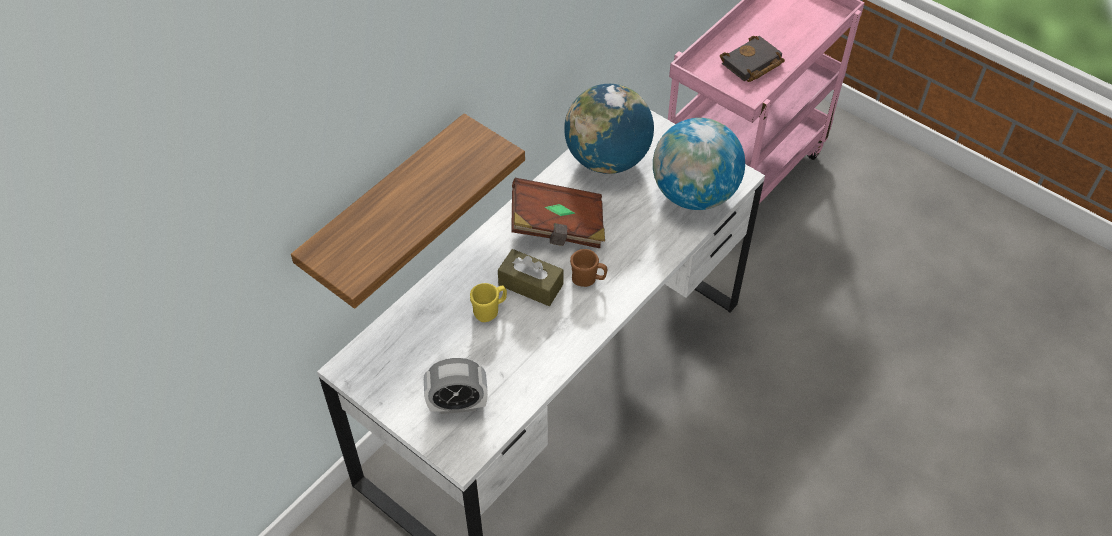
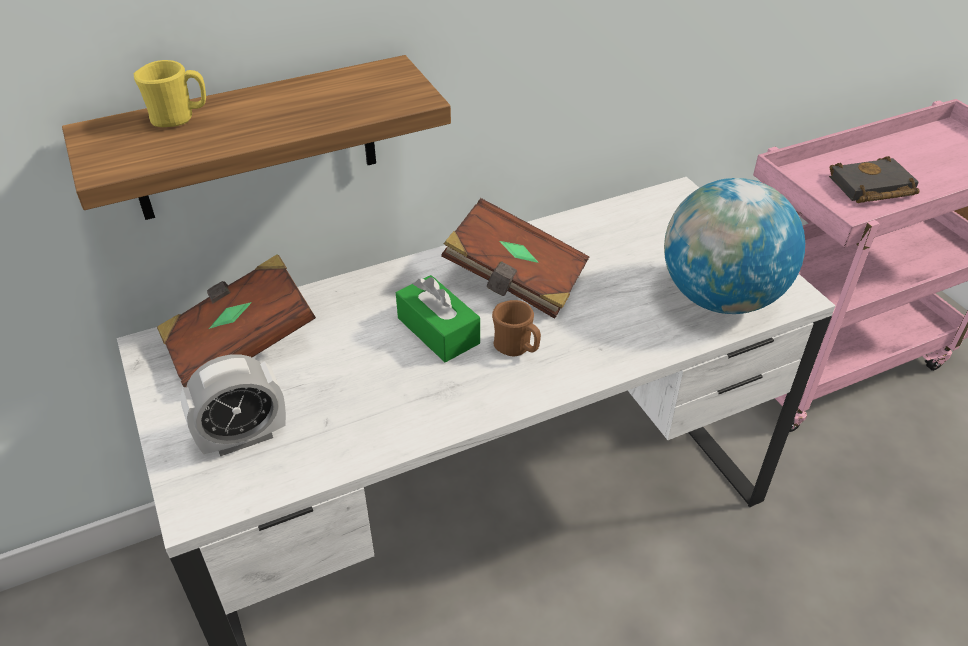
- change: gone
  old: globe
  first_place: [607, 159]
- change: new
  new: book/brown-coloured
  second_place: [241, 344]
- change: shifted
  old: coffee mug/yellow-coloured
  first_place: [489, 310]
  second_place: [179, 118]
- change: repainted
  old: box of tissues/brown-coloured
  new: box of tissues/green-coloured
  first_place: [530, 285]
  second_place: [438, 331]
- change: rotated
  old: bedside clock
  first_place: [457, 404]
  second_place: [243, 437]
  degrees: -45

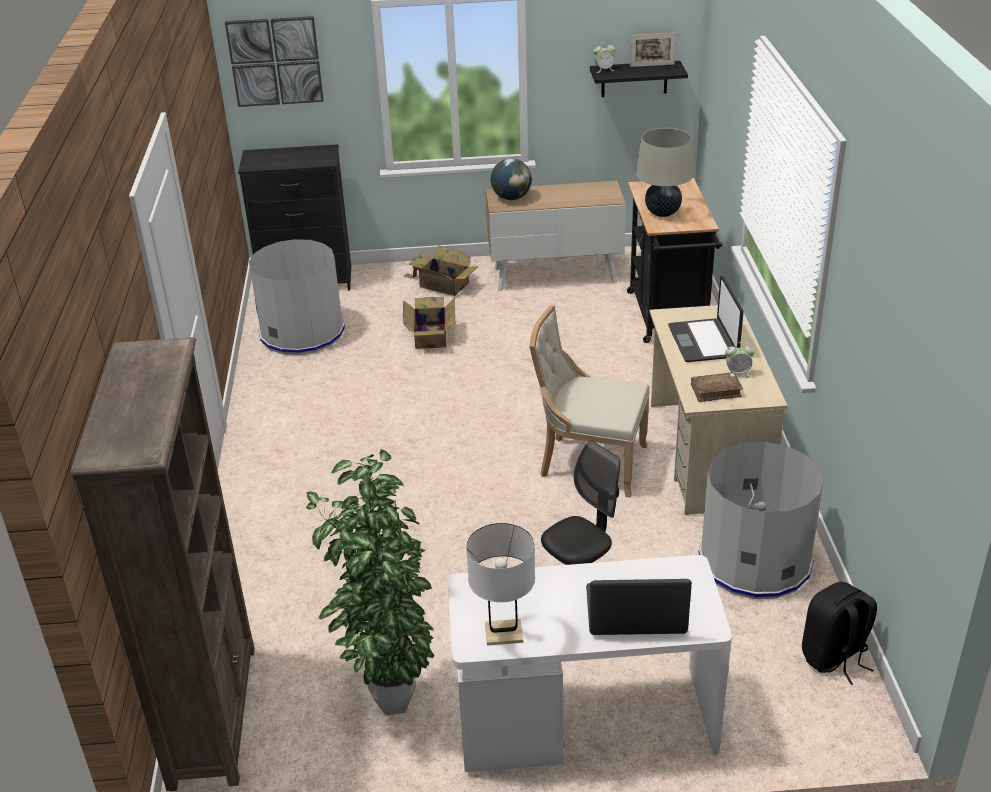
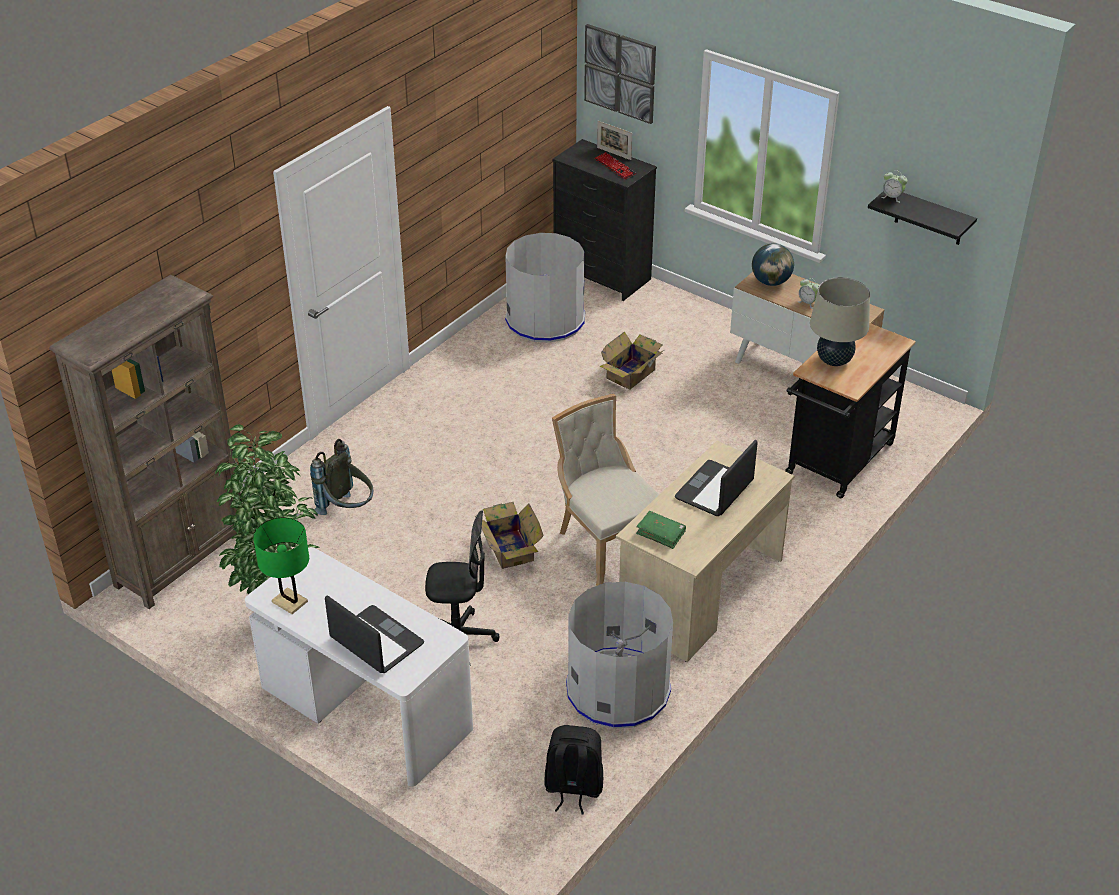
- change: new
  new: backpack/greyish
  second_place: [347, 510]
- change: new
  new: computer keyboard
  second_place: [615, 167]
- change: shifted
  old: carton
  first_place: [442, 284]
  second_place: [510, 547]
- change: shifted
  old: standing frame
  first_place: [652, 65]
  second_place: [614, 153]
- change: shifted
  old: bedside clock
  first_place: [737, 373]
  second_place: [808, 303]
- change: repainted
  old: tabletop lamp/white
  new: tabletop lamp/green-coloured
  first_place: [503, 633]
  second_place: [289, 602]
- change: repainted
  old: book/brown-coloured
  new: book/green-coloured
  first_place: [715, 392]
  second_place: [661, 533]

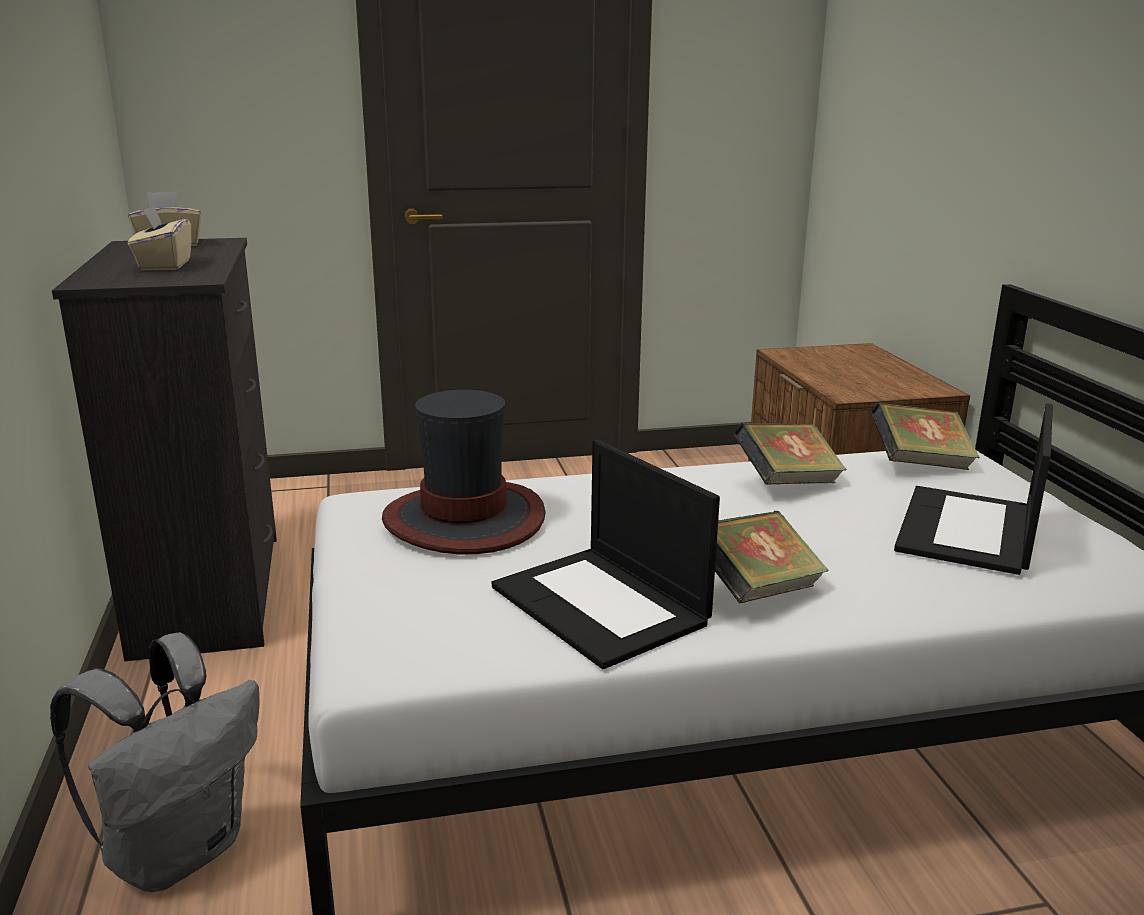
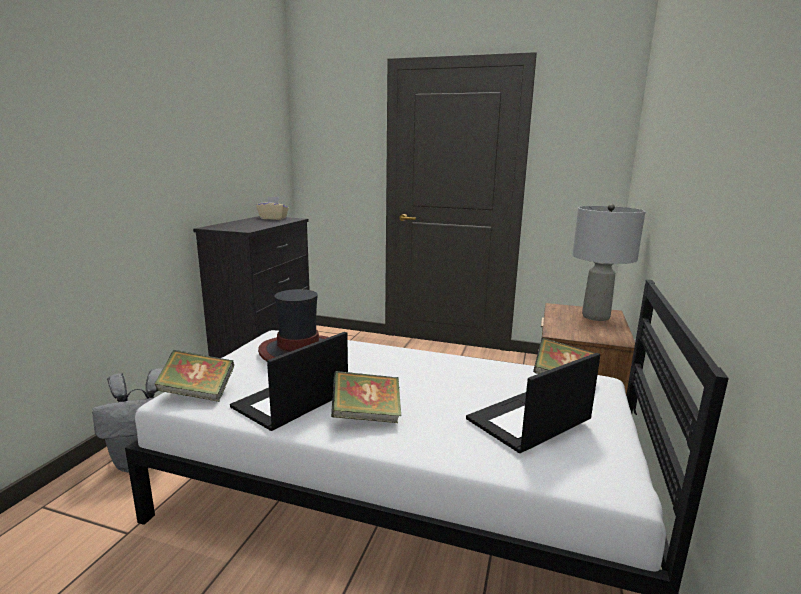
- change: gone
  old: box of tissues/sand-coloured
  first_place: [164, 265]
- change: new
  new: tabletop lamp/greyish
  second_place: [596, 317]
- change: shifted
  old: book
  first_place: [787, 483]
  second_place: [198, 393]
- change: rotated
  old: portable computer
  first_place: [602, 605]
  second_place: [291, 401]
  degrees: 45

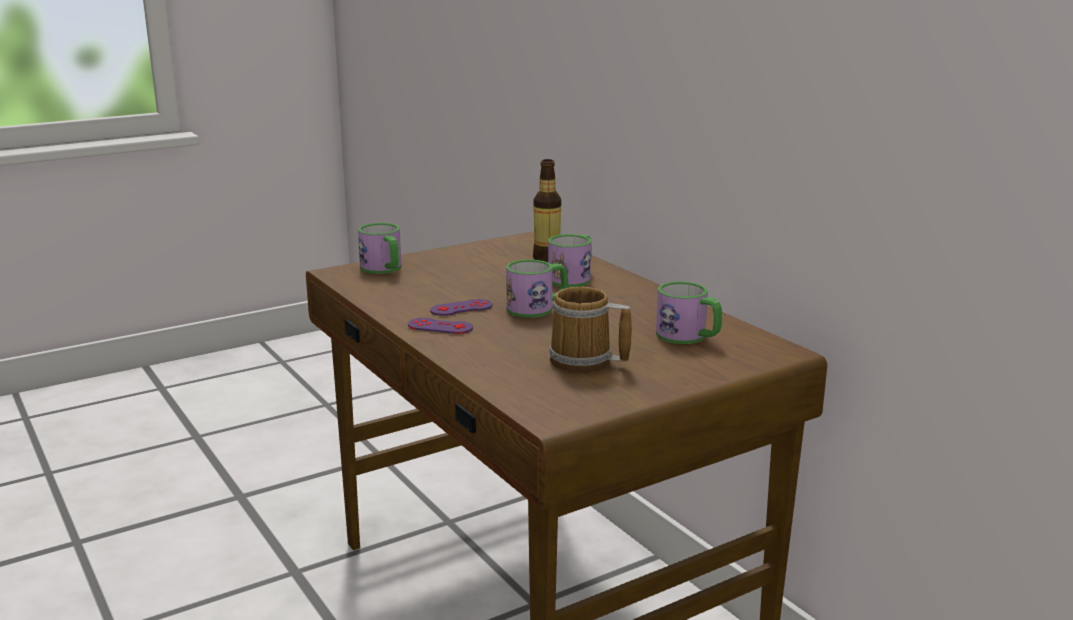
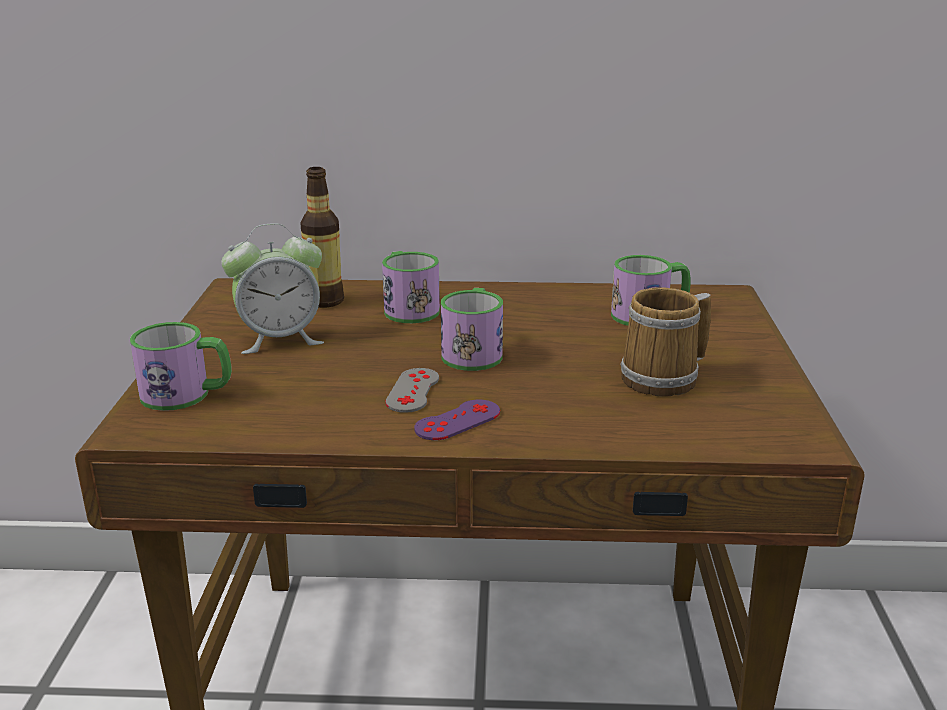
- change: new
  new: bedside clock
  second_place: [280, 339]
- change: repainted
  old: gamepad/purplish
  new: gamepad/greyish
  first_place: [461, 308]
  second_place: [413, 390]

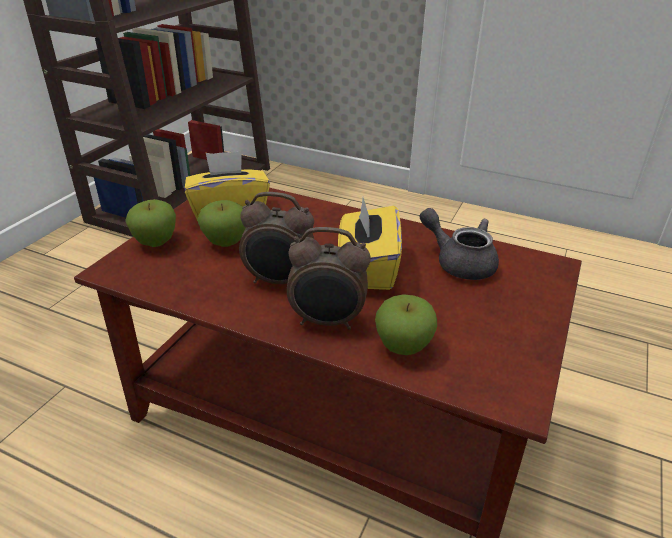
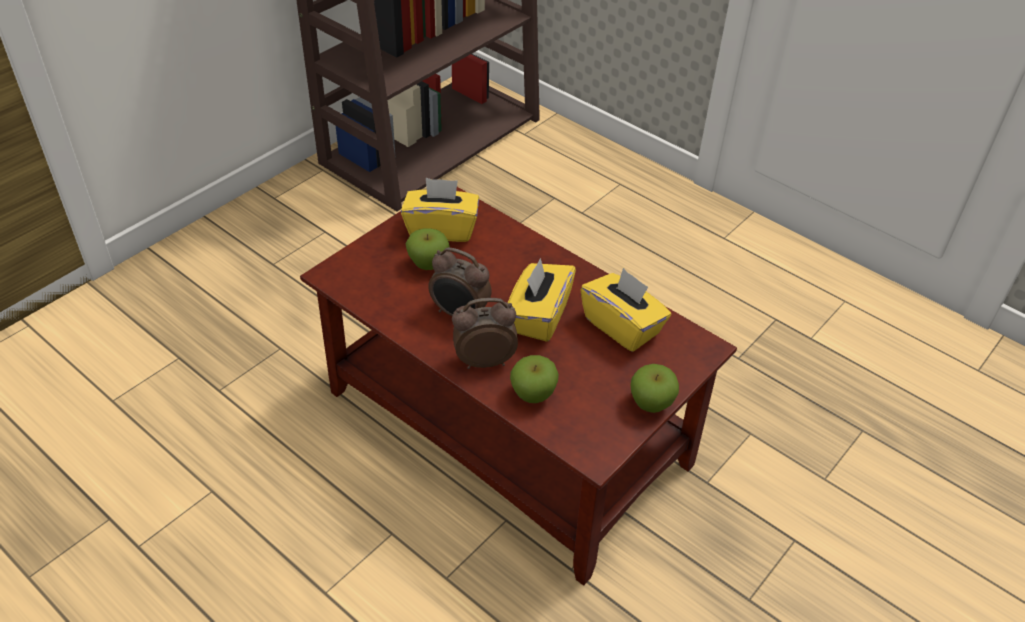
- change: shifted
  old: apple
  first_place: [155, 242]
  second_place: [651, 404]
- change: swapped
  old: tea pot/greyish
  new: box of tissues/yellow-coloured
  first_place: [459, 262]
  second_place: [622, 326]
- change: rotated
  old: bedside clock
  first_place: [327, 322]
  second_place: [484, 360]
  degrees: 150

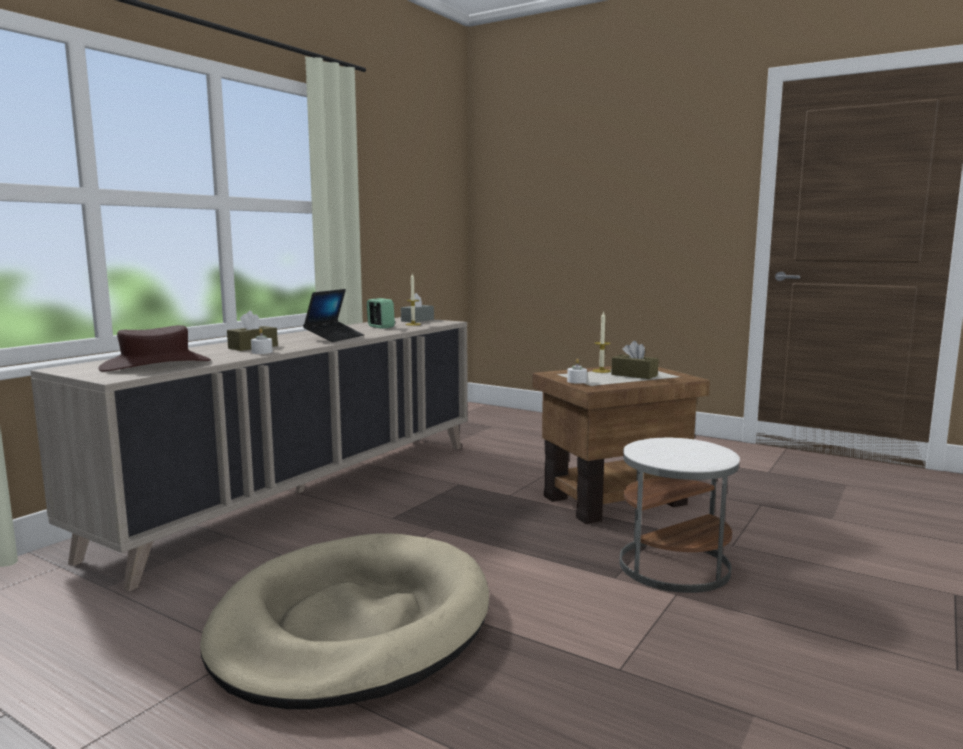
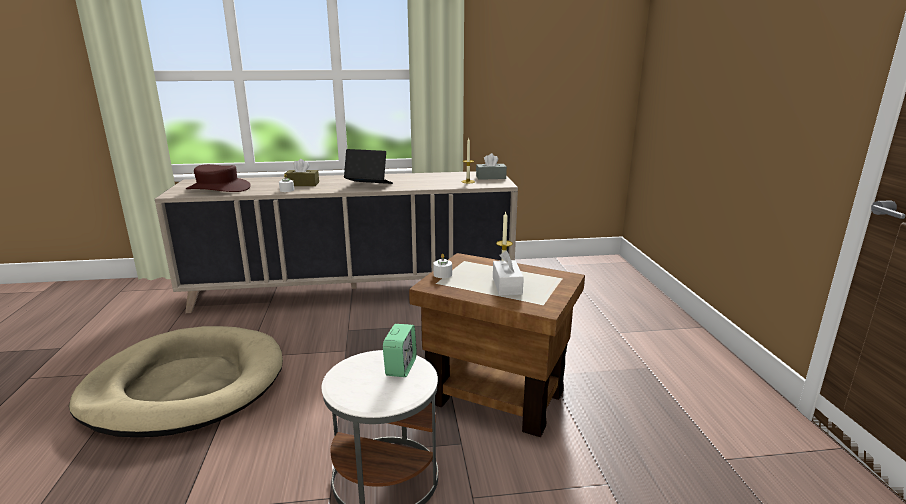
- change: shifted
  old: bedside clock
  first_place: [380, 327]
  second_place: [401, 367]
- change: repainted
  old: box of tissues/brown-coloured
  new: box of tissues/white
  first_place: [634, 375]
  second_place: [507, 286]
- change: rotated
  old: portable computer
  first_place: [334, 337]
  second_place: [369, 185]
  degrees: -150

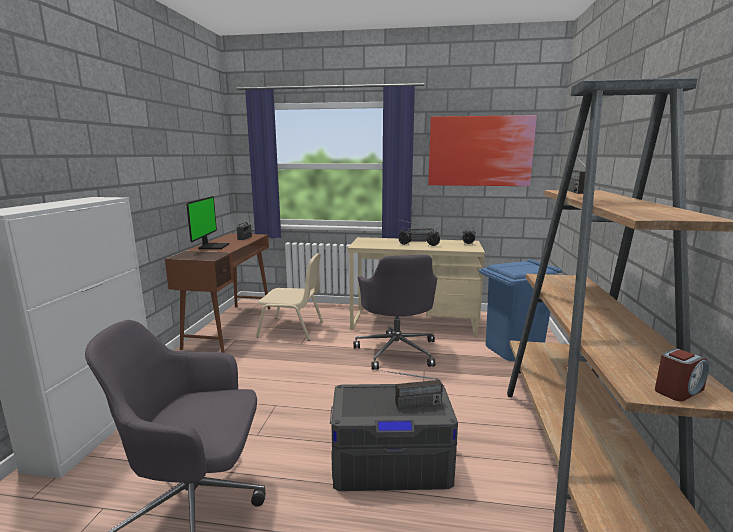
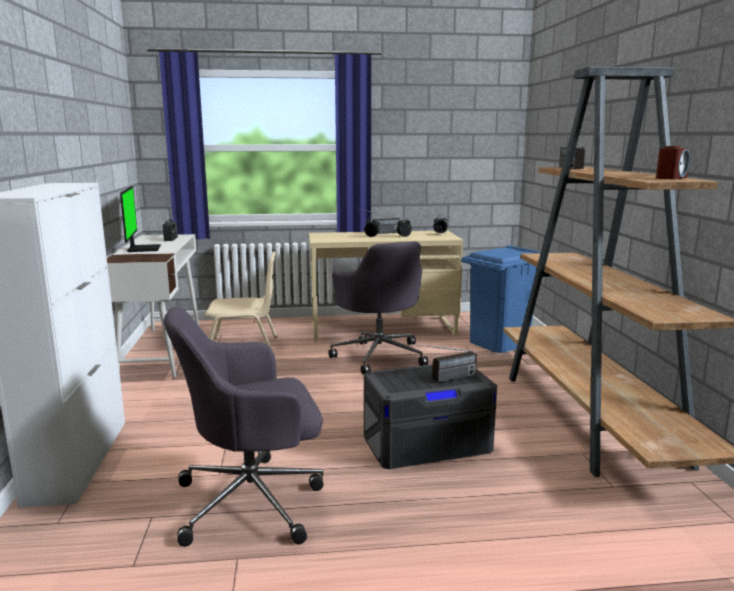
- change: gone
  old: wall picture
  first_place: [480, 151]
- change: shifted
  old: bedside clock
  first_place: [678, 390]
  second_place: [671, 178]
- change: repainted
  old: desk table/brown-coloured
  new: desk table/white
  first_place: [230, 326]
  second_place: [162, 351]

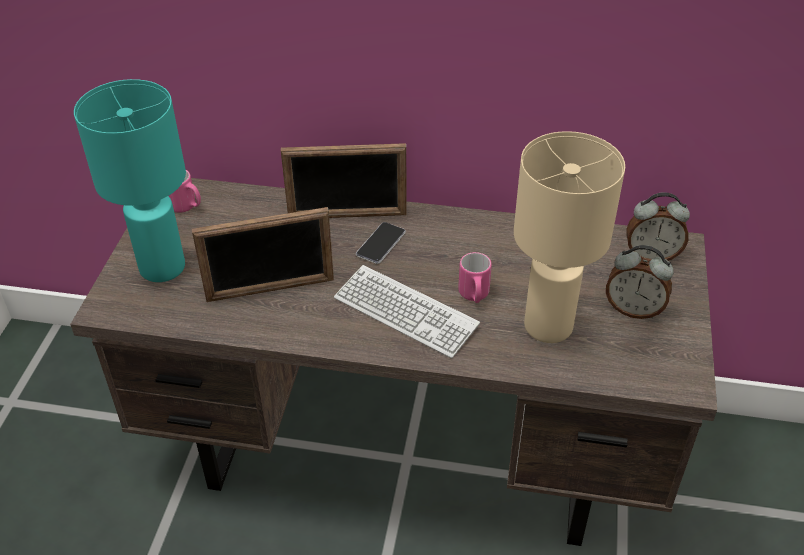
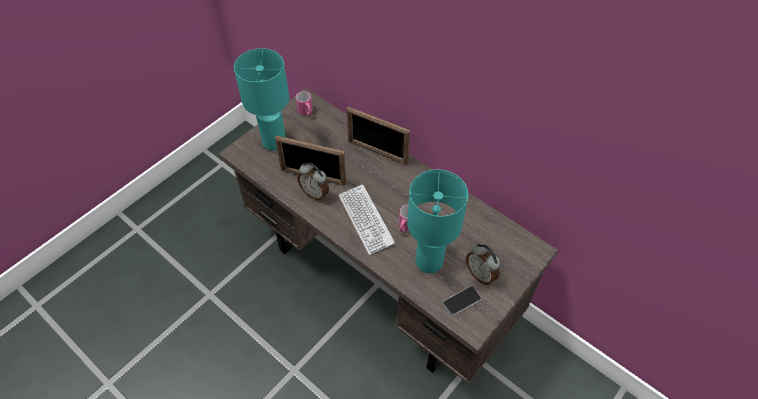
- change: shifted
  old: phone
  first_place: [380, 244]
  second_place: [462, 301]
- change: shifted
  old: bedside clock
  first_place: [651, 255]
  second_place: [315, 193]
- change: repainted
  old: tabletop lamp/sand-coloured
  new: tabletop lamp/turquoise
  first_place: [546, 326]
  second_place: [428, 261]

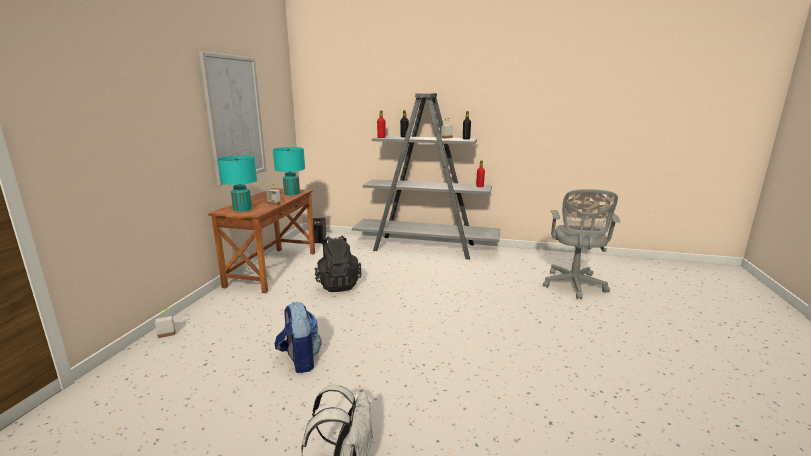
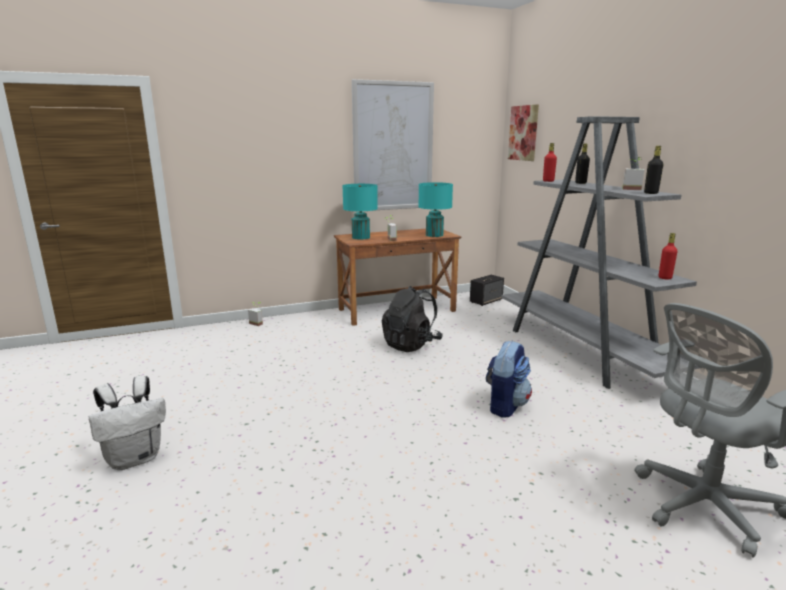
- change: new
  new: wall picture
  second_place: [523, 133]
- change: shifted
  old: backpack
  first_place: [300, 360]
  second_place: [505, 405]

